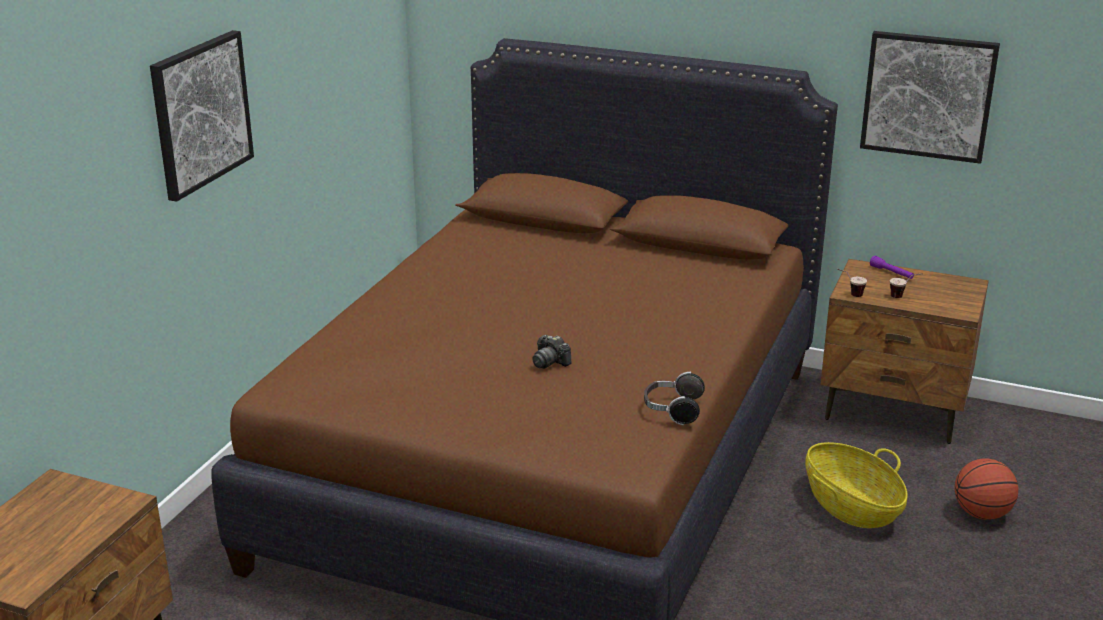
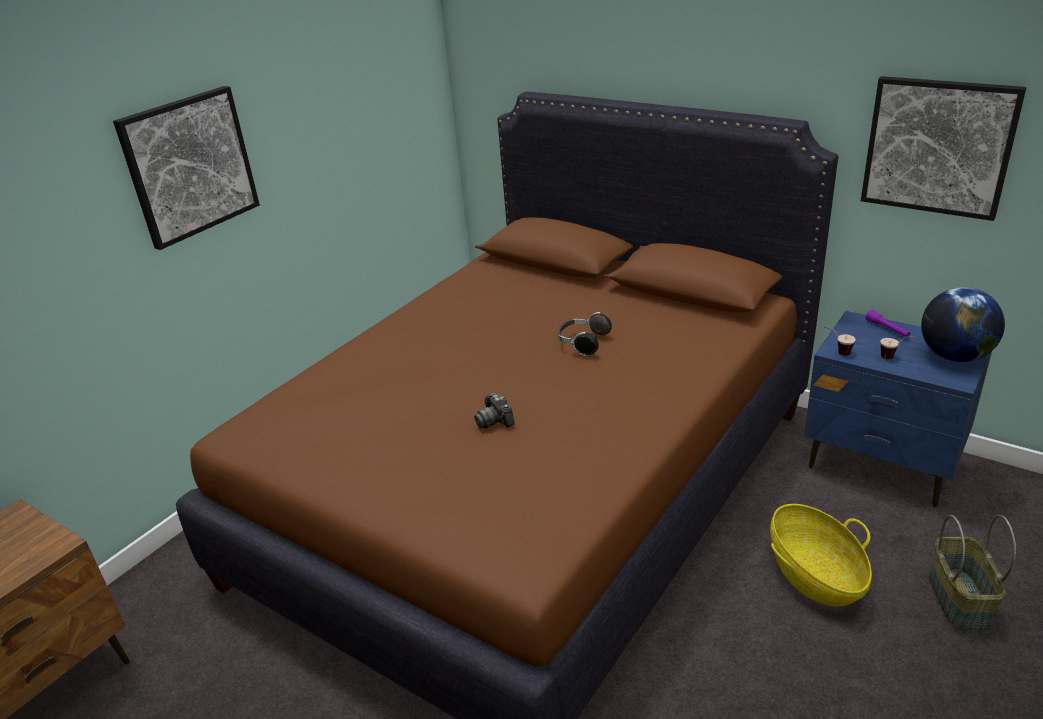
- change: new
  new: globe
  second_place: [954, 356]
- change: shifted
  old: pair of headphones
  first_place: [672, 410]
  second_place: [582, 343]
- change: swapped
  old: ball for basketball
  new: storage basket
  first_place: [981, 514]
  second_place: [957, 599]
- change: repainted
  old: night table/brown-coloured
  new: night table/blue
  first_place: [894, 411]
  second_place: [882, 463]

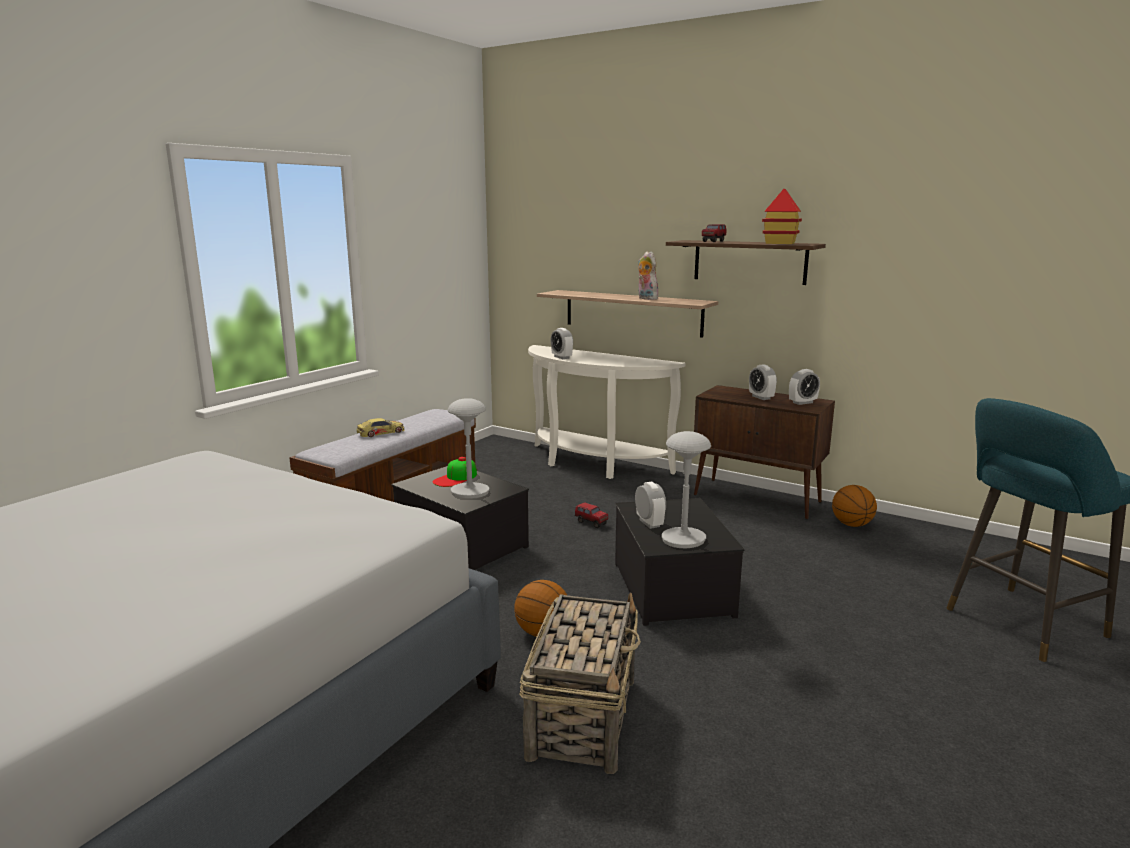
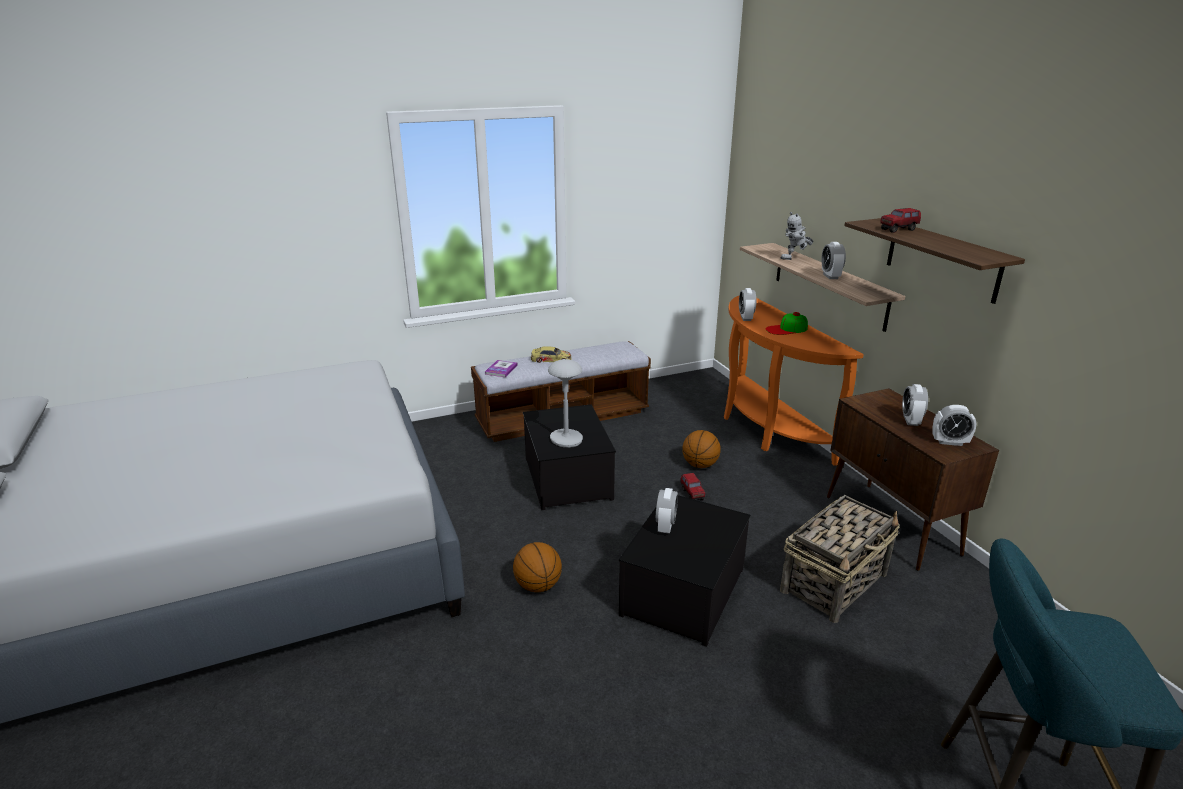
- change: gone
  old: tabletop lamp/greyish
  first_place: [683, 540]
- change: gone
  old: miniature house
  first_place: [780, 243]
- change: new
  new: book
  second_place: [501, 369]
- change: new
  new: model robot
  second_place: [795, 259]
- change: shifted
  old: peaked cap
  first_place: [455, 478]
  second_place: [786, 329]
- change: shifted
  old: storage basket
  first_place: [583, 716]
  second_place: [835, 582]
- change: shifted
  old: ball for basketball
  first_place: [851, 524]
  second_place: [700, 465]
- change: swapped
  old: cuddly toy
  new: bedside clock
  first_place: [646, 298]
  second_place: [830, 276]
- change: repainted
  old: hall table/white
  new: hall table/orange-coloured
  first_place: [591, 464]
  second_place: [765, 428]

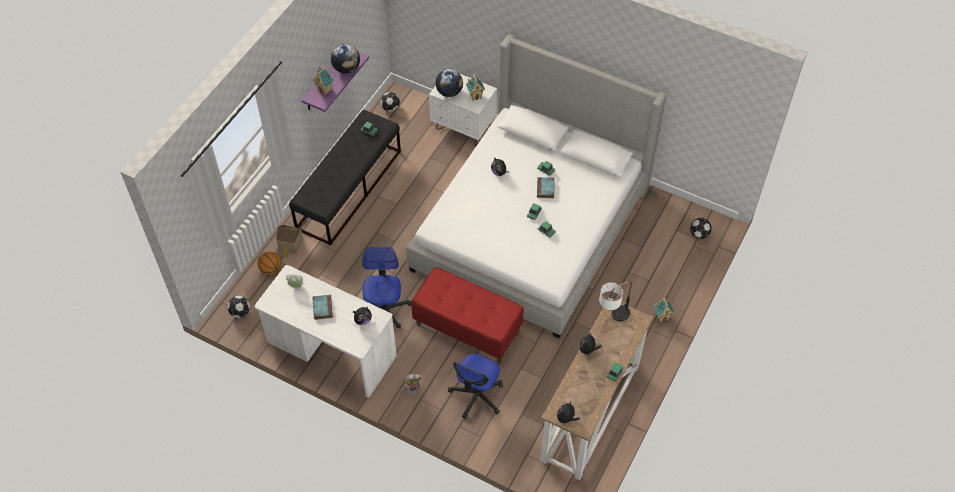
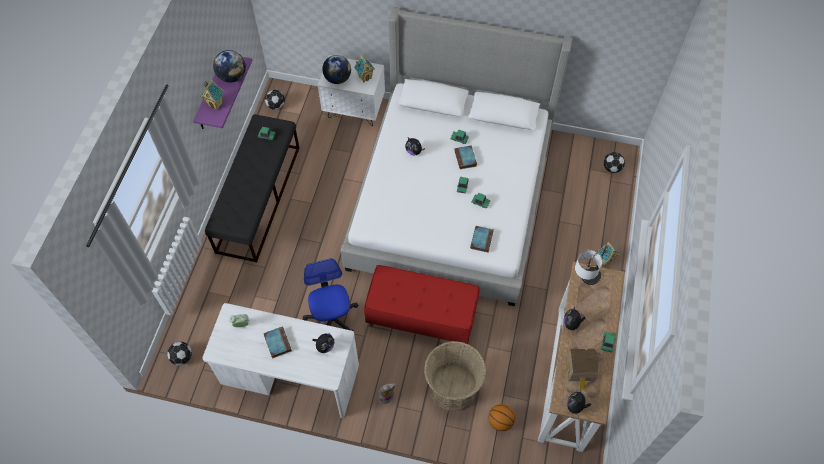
- change: new
  new: book
  second_place: [481, 239]
- change: shifted
  old: ball for basketball
  first_place: [270, 269]
  second_place: [500, 421]
- change: shifted
  old: miniature house
  first_place: [290, 246]
  second_place: [580, 371]
- change: swapped
  old: computer chair
  new: storage basket
  first_place: [476, 396]
  second_place: [452, 387]

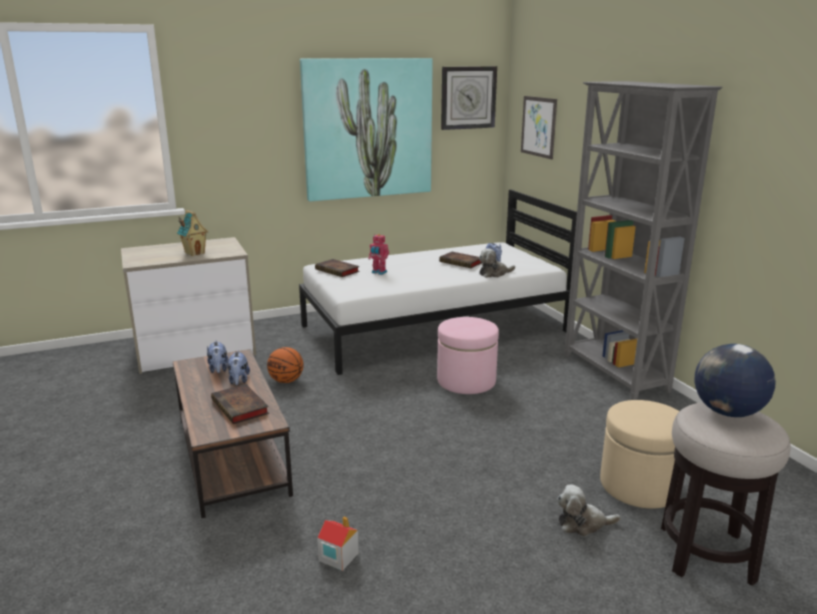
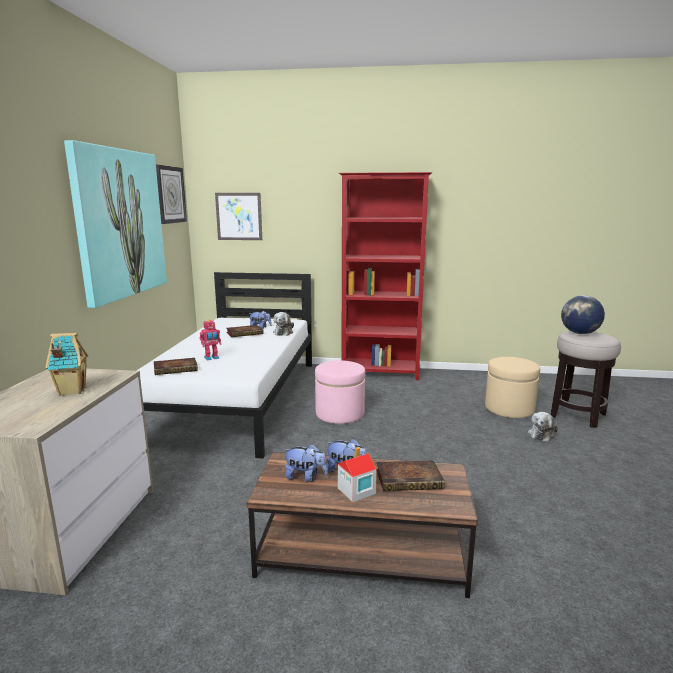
- change: gone
  old: ball for basketball
  first_place: [286, 381]
- change: shifted
  old: miniature house
  first_place: [338, 556]
  second_place: [356, 491]
- change: repainted
  old: bookshelf/greyish
  new: bookshelf/reddish
  first_place: [614, 373]
  second_place: [381, 373]

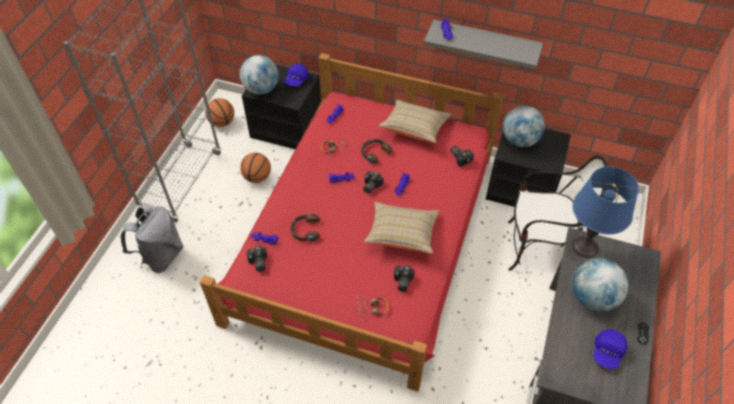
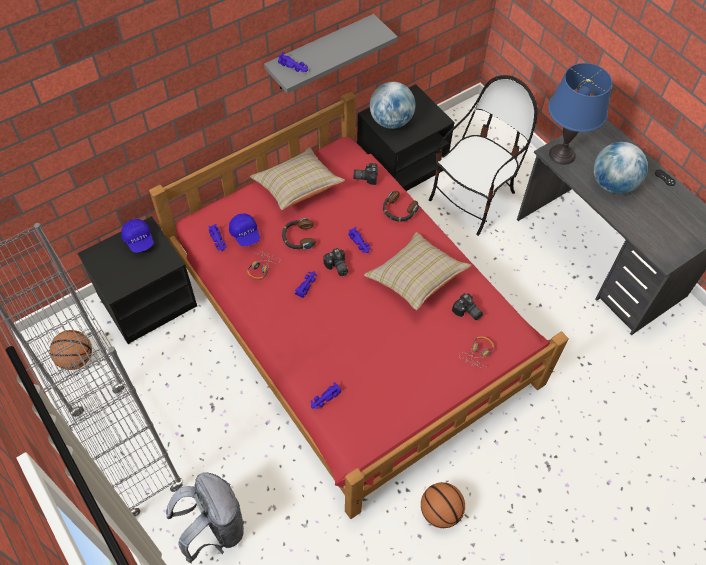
- change: gone
  old: globe
  first_place: [261, 89]
- change: gone
  old: still camera
  first_place: [257, 263]
- change: shifted
  old: ball for basketball
  first_place: [257, 177]
  second_place: [440, 511]
- change: shifted
  old: pair of headphones
  first_place: [305, 230]
  second_place: [398, 210]
- change: shifted
  old: peaked cap/blue
  first_place: [607, 352]
  second_place: [245, 234]

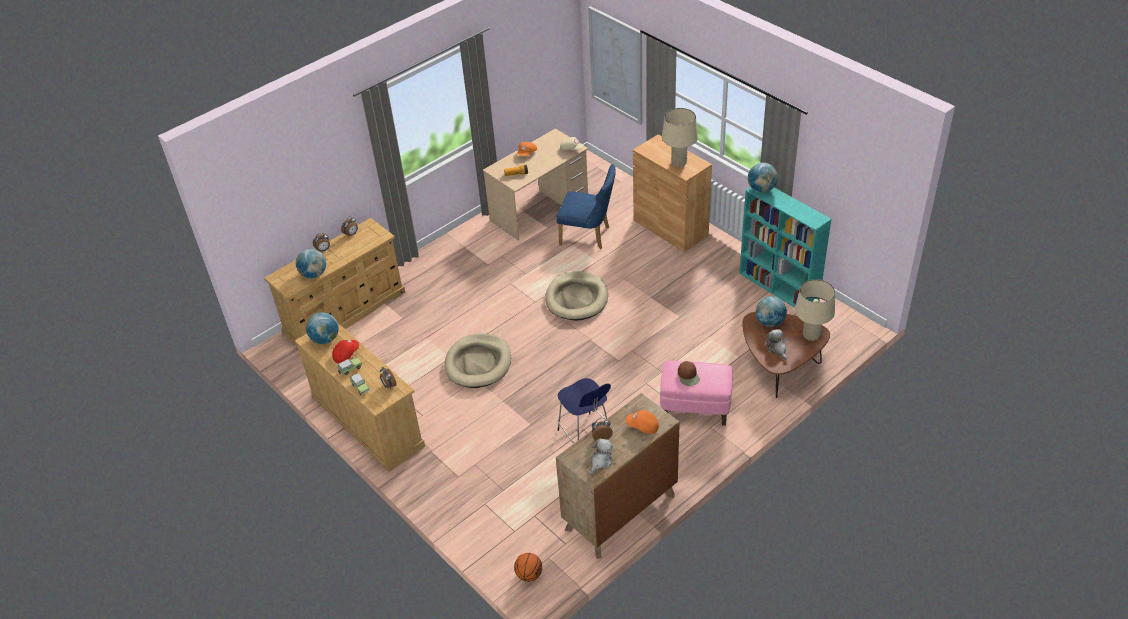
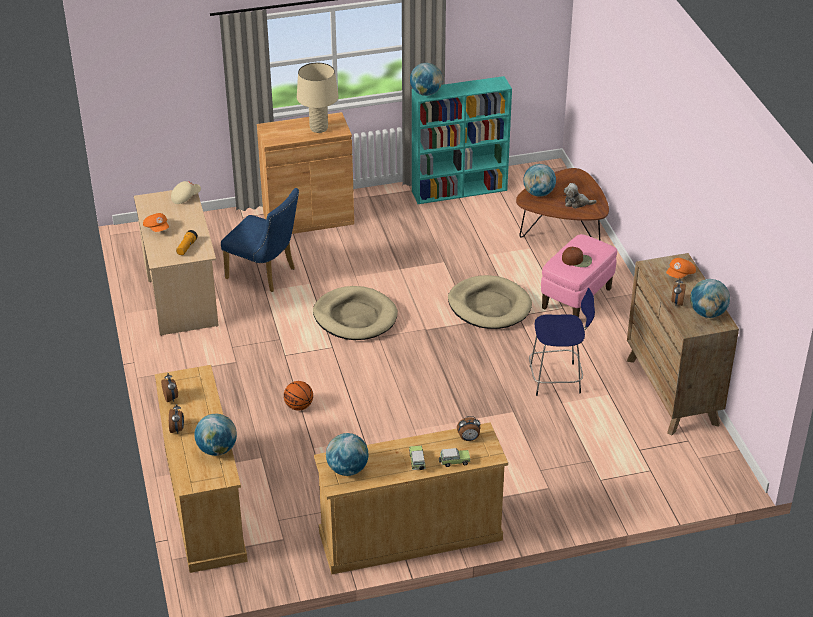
- change: gone
  old: peaked cap/reddish
  first_place: [346, 354]
- change: gone
  old: wall picture
  first_place: [616, 65]
- change: gone
  old: tabletop lamp/sand-coloured
  first_place: [811, 335]
- change: shifted
  old: dog cushion/sand-coloured
  first_place: [478, 363]
  second_place: [489, 306]
- change: shifted
  old: ball for basketball
  first_place: [529, 574]
  second_place: [299, 406]
- change: swapped
  old: cuddly toy
  new: globe
  first_place: [600, 461]
  second_place: [707, 313]
- change: rotated
  old: plain chair/blue
  first_place: [589, 236]
  second_place: [265, 275]
  degrees: 75

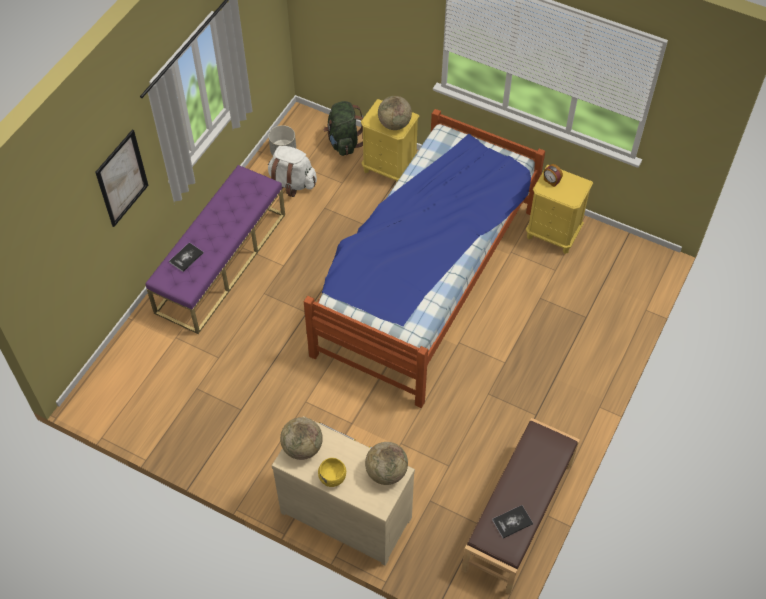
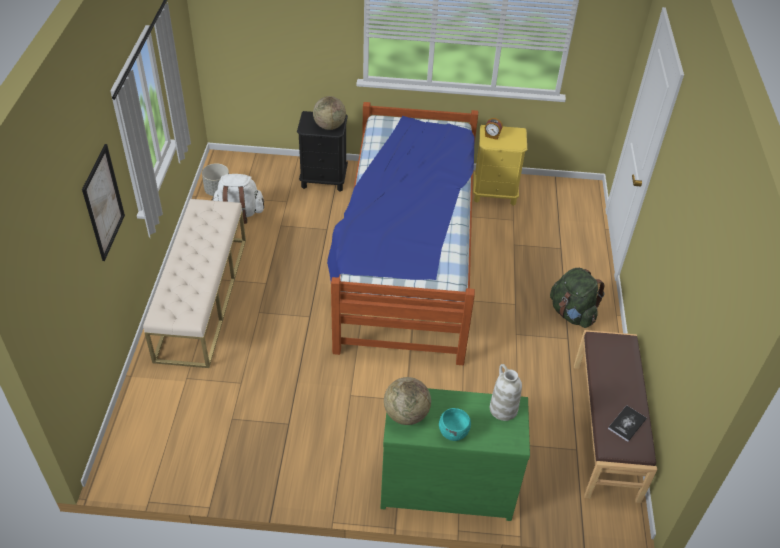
- change: gone
  old: book
  first_place: [186, 257]
- change: shifted
  old: backpack/green-coloured
  first_place: [344, 142]
  second_place: [572, 313]
- change: swapped
  old: globe
  new: vase/white
  first_place: [386, 472]
  second_place: [502, 409]
- change: repainted
  old: bench/purplish
  new: bench/sand-coloured
  first_place: [221, 262]
  second_place: [202, 297]
- change: repainted
  old: chest of drawers/sand-coloured
  new: chest of drawers/green-coloured
  first_place: [347, 511]
  second_place: [446, 483]
- change: repainted
  old: serving bowl/yellow-coloured
  new: serving bowl/turquoise
  first_place: [332, 478]
  second_place: [453, 433]
- change: repainted
  old: night table/yellow-coloured
  new: night table/blackish
  first_place: [389, 168]
  second_place: [324, 180]

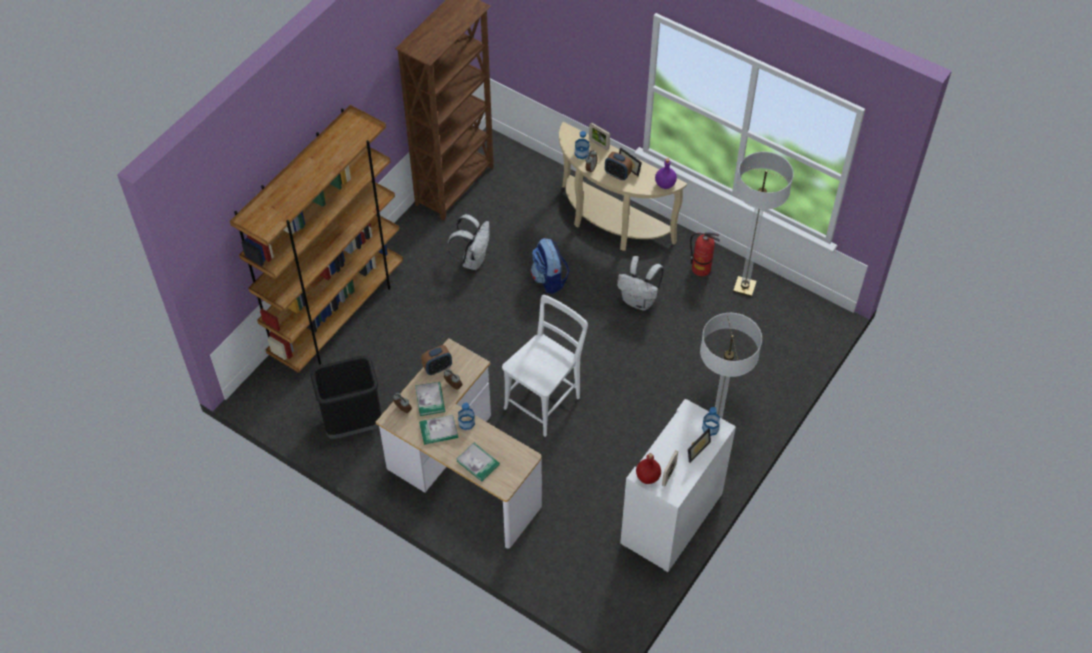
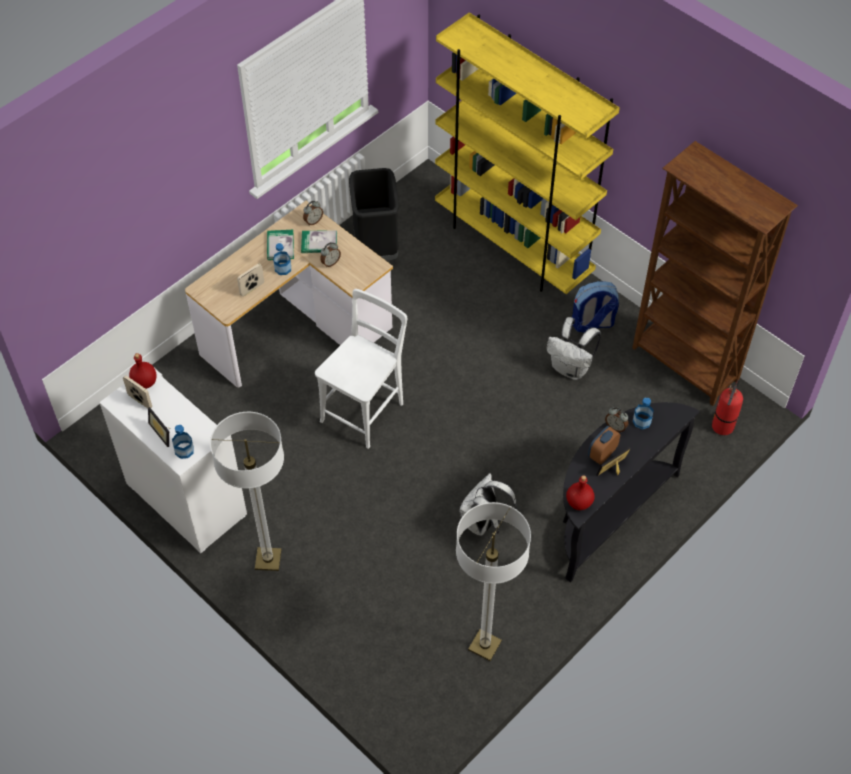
- change: gone
  old: bedside clock
  first_place: [437, 368]
- change: gone
  old: book
  first_place: [478, 462]
- change: shifted
  old: backpack
  first_place: [549, 279]
  second_place: [592, 323]
- change: shifted
  old: standing frame
  first_place: [599, 144]
  second_place: [252, 289]
- change: shifted
  old: fire extinguisher
  first_place: [701, 269]
  second_place: [723, 426]
- change: repainted
  old: bookshelf/brown-coloured
  new: bookshelf/yellow-coloured
  first_place: [338, 315]
  second_place: [513, 246]
- change: repainted
  old: hall table/sand-coloured
  new: hall table/blackish
  first_place: [610, 224]
  second_place: [607, 513]
- change: repainted
  old: bottle/purplish
  new: bottle/reddish
  first_place: [665, 184]
  second_place: [579, 502]
- change: rotated
  old: plain chair/white
  first_place: [545, 400]
  second_place: [365, 409]
  degrees: -105

